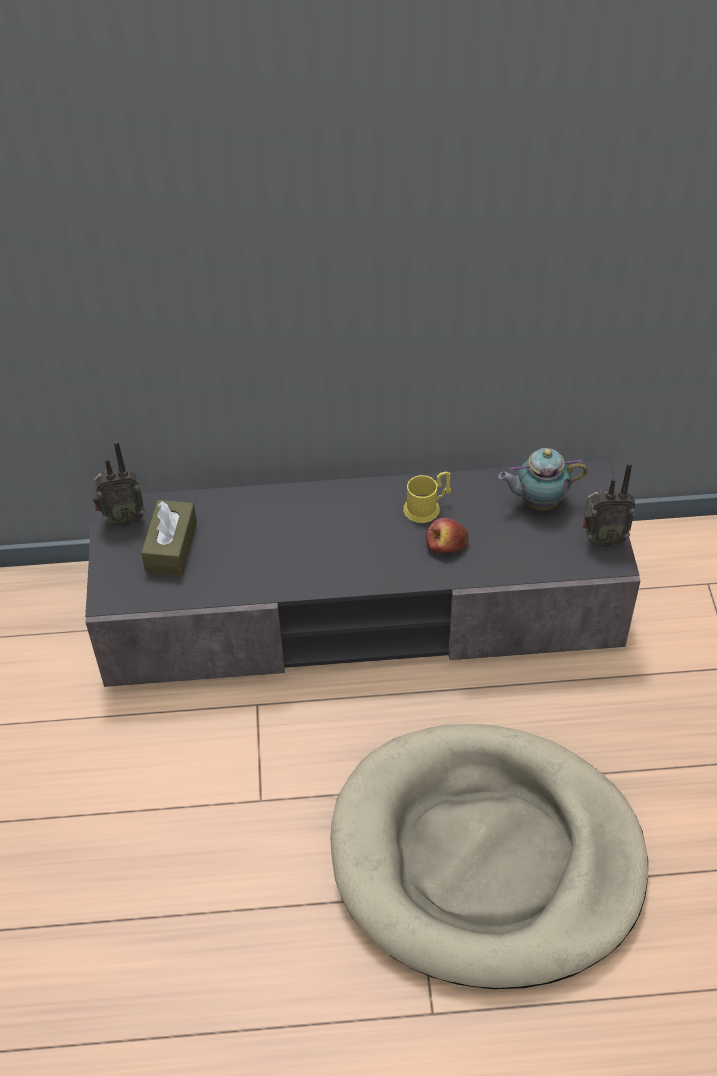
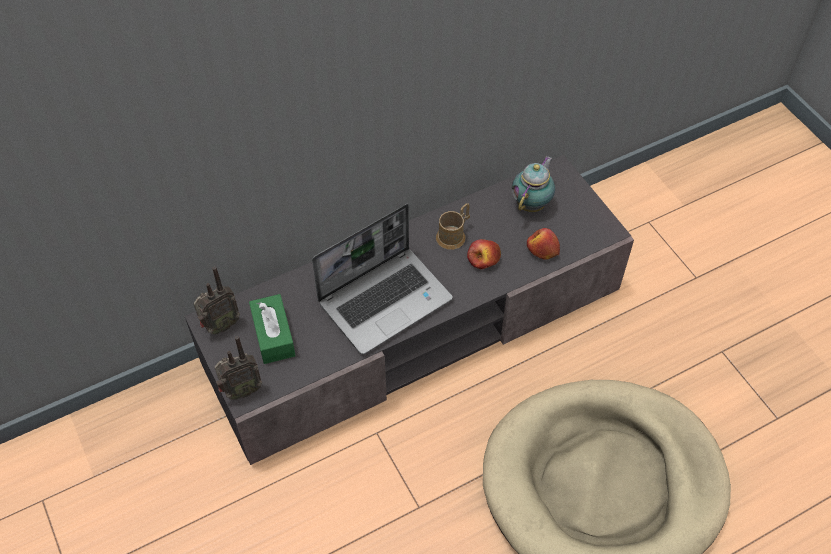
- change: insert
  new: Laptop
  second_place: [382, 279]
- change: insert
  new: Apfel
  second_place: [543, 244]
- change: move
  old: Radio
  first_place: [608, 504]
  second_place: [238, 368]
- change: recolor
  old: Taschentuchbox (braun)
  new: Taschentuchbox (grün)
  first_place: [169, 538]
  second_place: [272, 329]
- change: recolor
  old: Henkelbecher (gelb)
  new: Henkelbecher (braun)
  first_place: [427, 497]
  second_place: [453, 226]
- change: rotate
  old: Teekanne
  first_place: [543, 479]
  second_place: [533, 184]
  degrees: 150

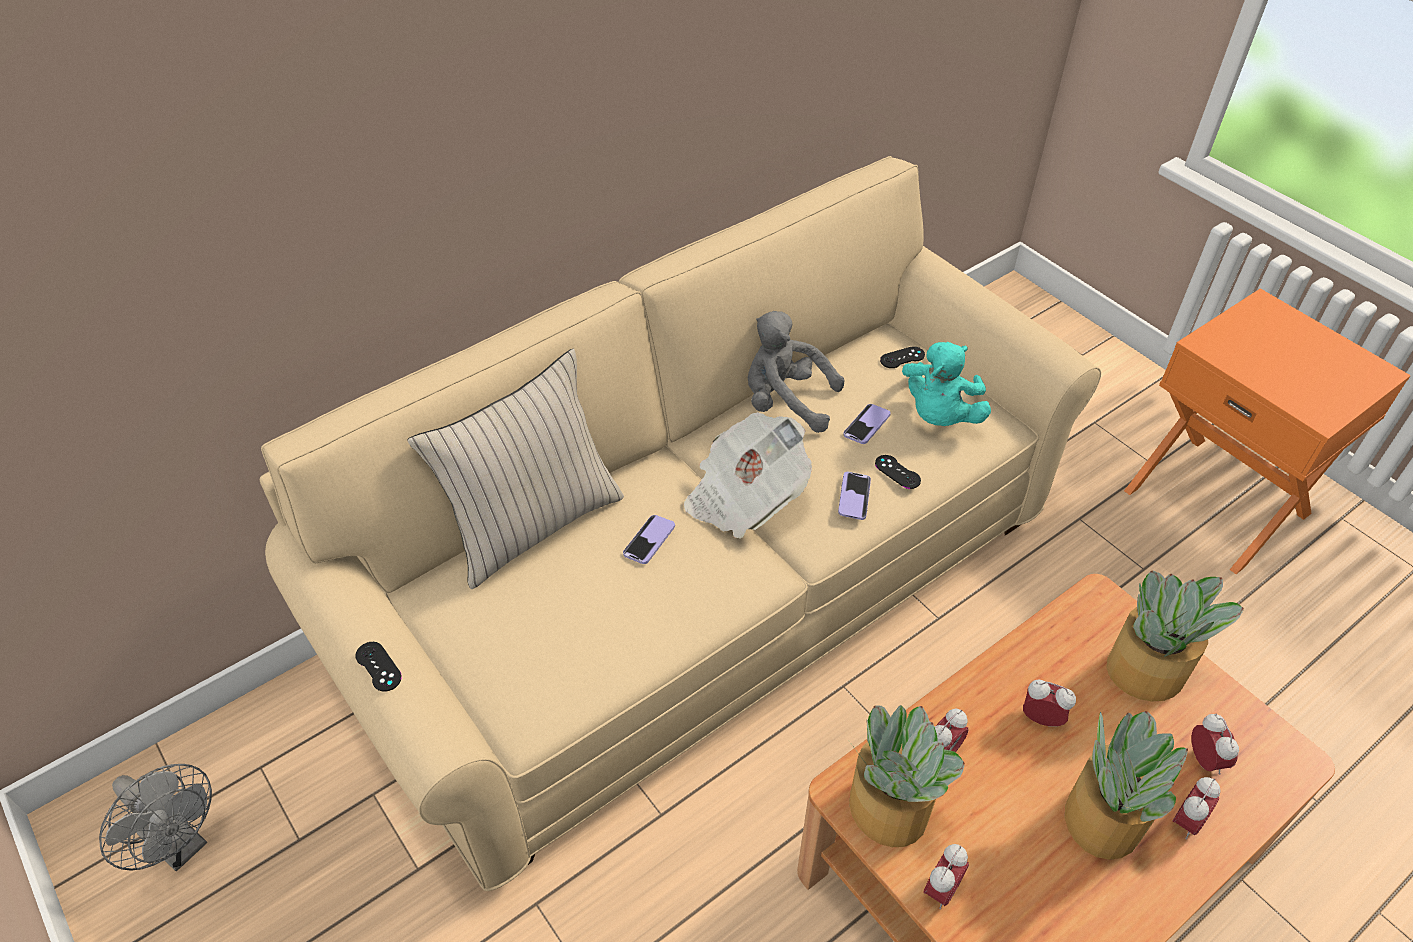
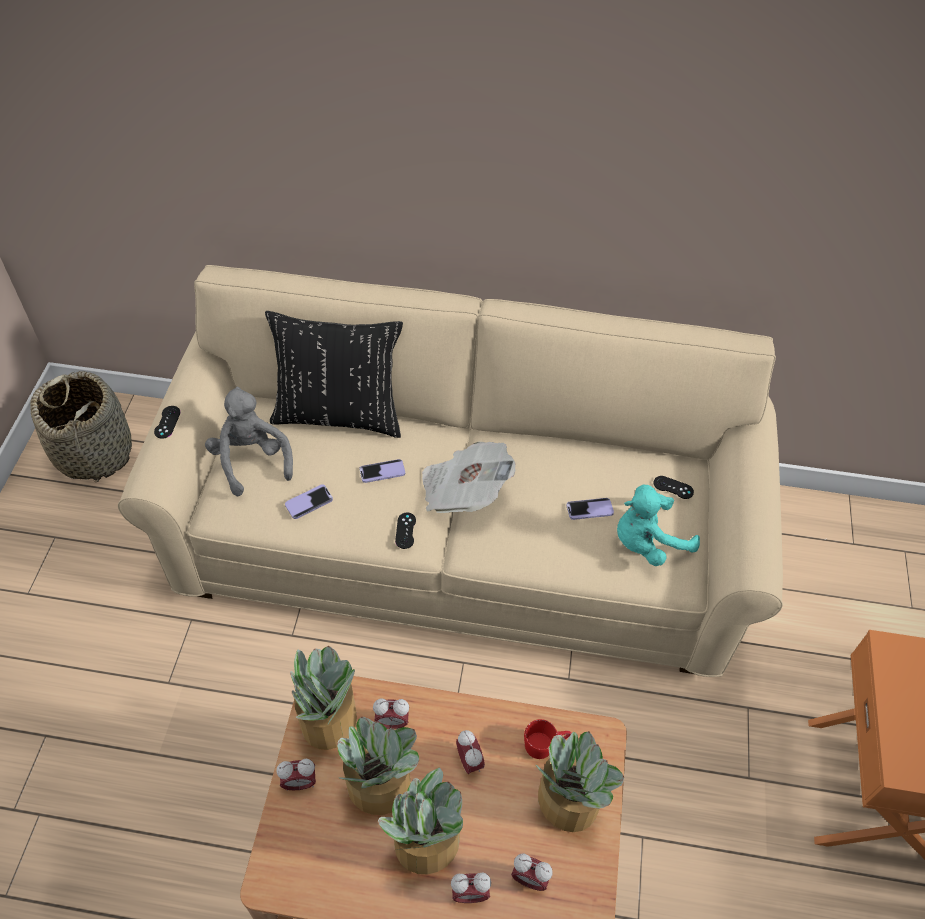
- change: insert
  new: Topfpflanze
  second_place: [378, 765]
- change: insert
  new: Henkelbecher (rot)
  second_place: [547, 739]
- change: move
  old: Plüschtier (grau)
  first_place: [796, 372]
  second_place: [249, 441]
- change: move
  old: Handy
  first_place: [854, 495]
  second_place: [309, 501]
- change: move
  old: Gamepad (schwarz)
  first_place: [898, 472]
  second_place: [405, 531]
- change: replace
  old: Ventilator (grau)
  new: Korb
  first_place: [155, 817]
  second_place: [81, 426]
- change: recolor
  old: Kissen (beige)
  new: Kissen (schwarz)
  first_place: [515, 469]
  second_place: [334, 374]
- change: rotate
  old: Wecker
  first_place: [1215, 743]
  second_place: [532, 872]
  degrees: 75

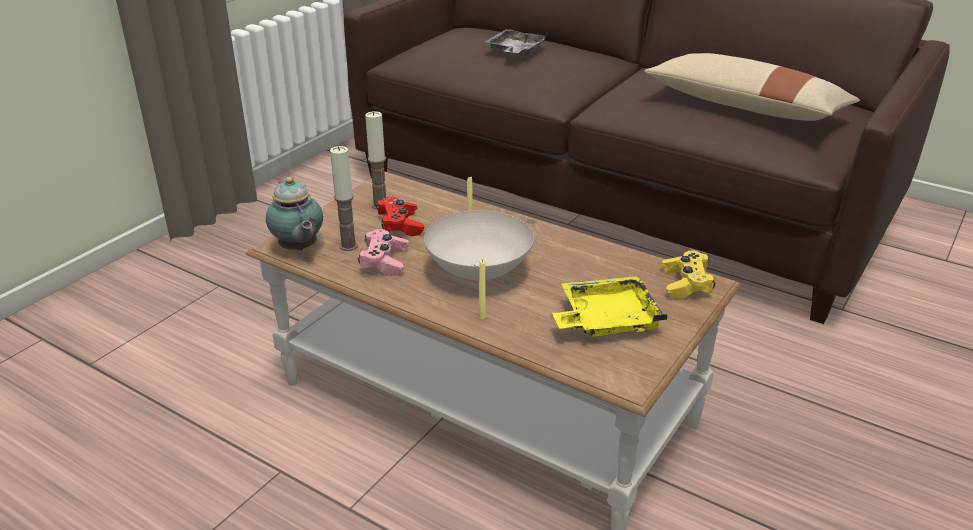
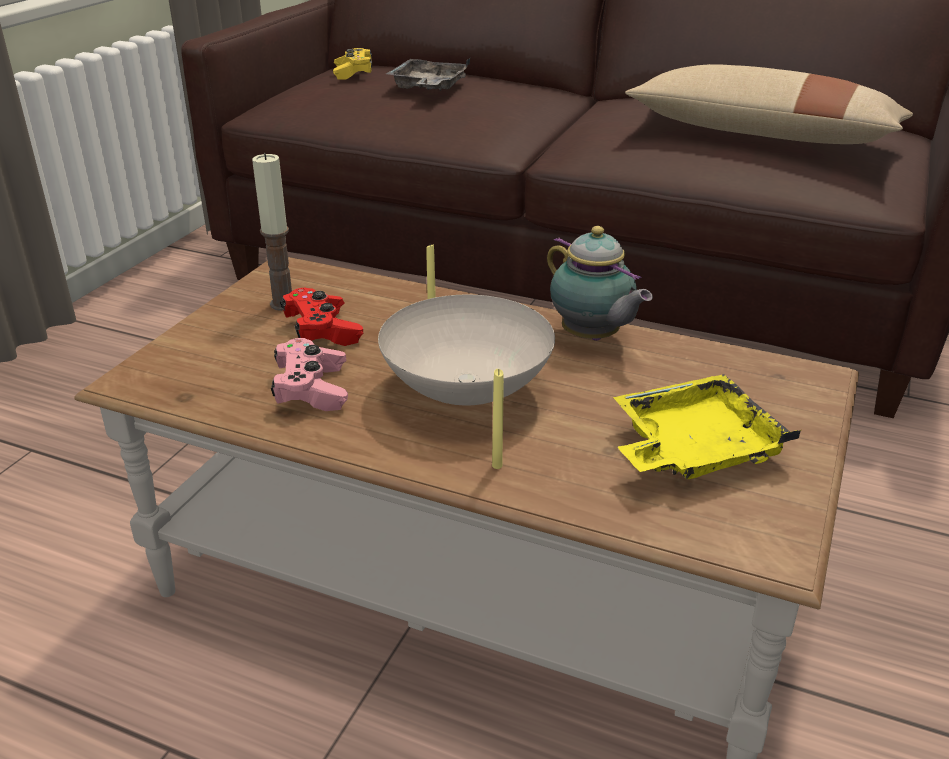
- change: delete
  old: Kerze
  first_place: [344, 198]
- change: move
  old: Teekanne
  first_place: [294, 214]
  second_place: [600, 283]
- change: move
  old: Gamepad (gelb)
  first_place: [688, 275]
  second_place: [353, 64]

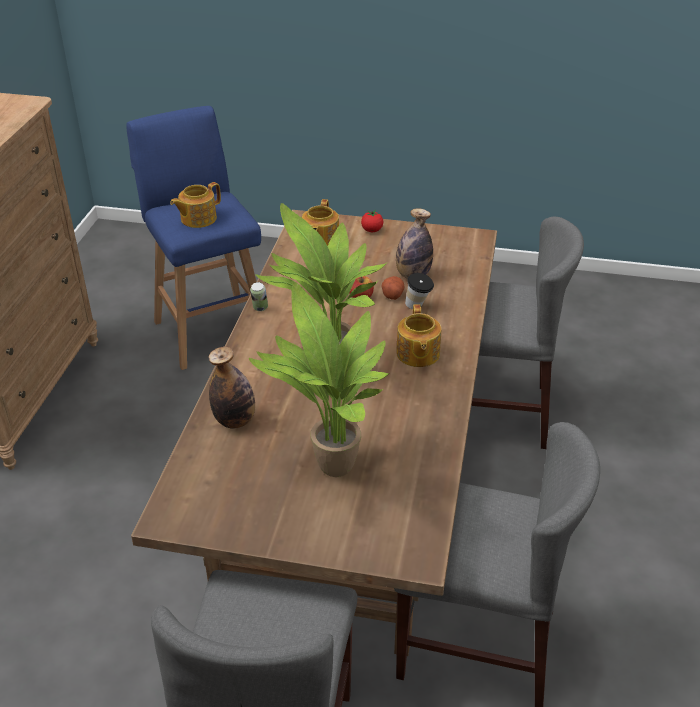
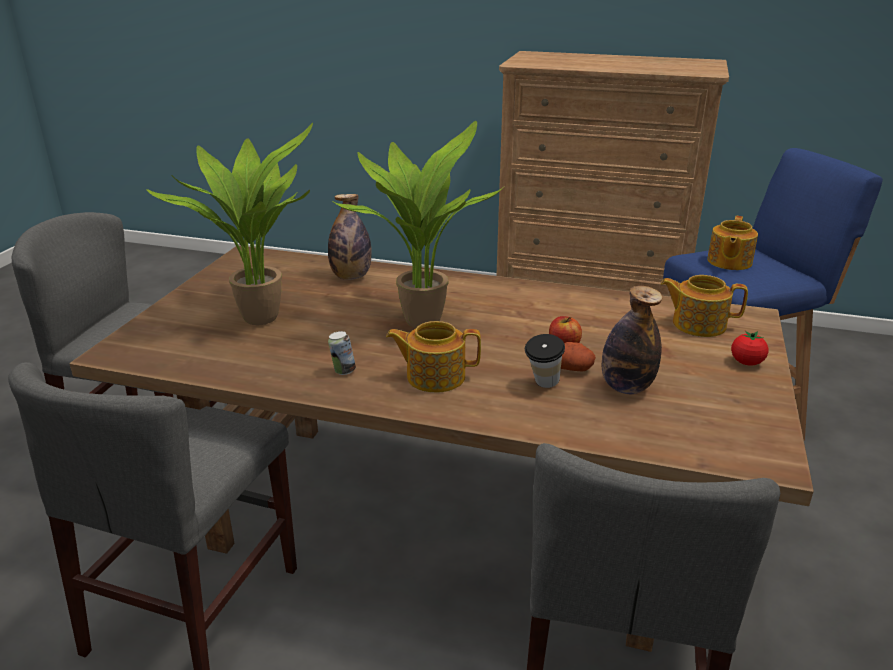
- change: move
  old: Dose
  first_place: [259, 296]
  second_place: [342, 353]
- change: rotate
  old: Teekanne
  first_place: [195, 205]
  second_place: [732, 243]
  degrees: -120

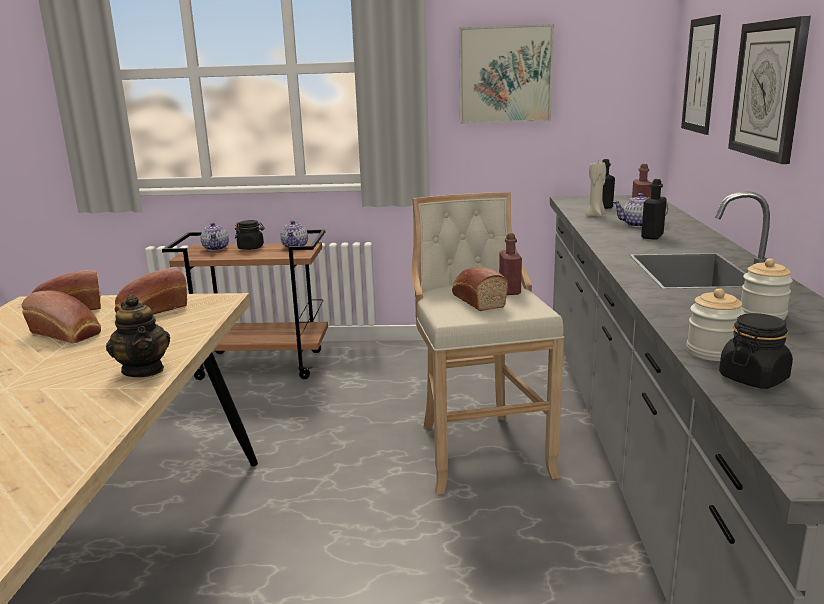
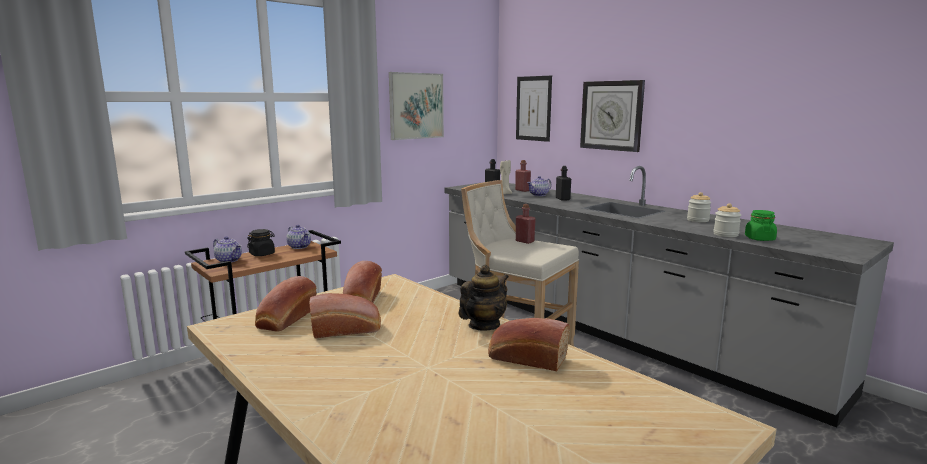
- change: move
  old: Brot
  first_place: [480, 289]
  second_place: [529, 344]
- change: recolor
  old: Vorratsglas (schwarz)
  new: Vorratsglas (grün)
  first_place: [756, 351]
  second_place: [761, 225]
- change: rotate
  old: Teekanne
  first_place: [138, 336]
  second_place: [484, 298]
  degrees: -60

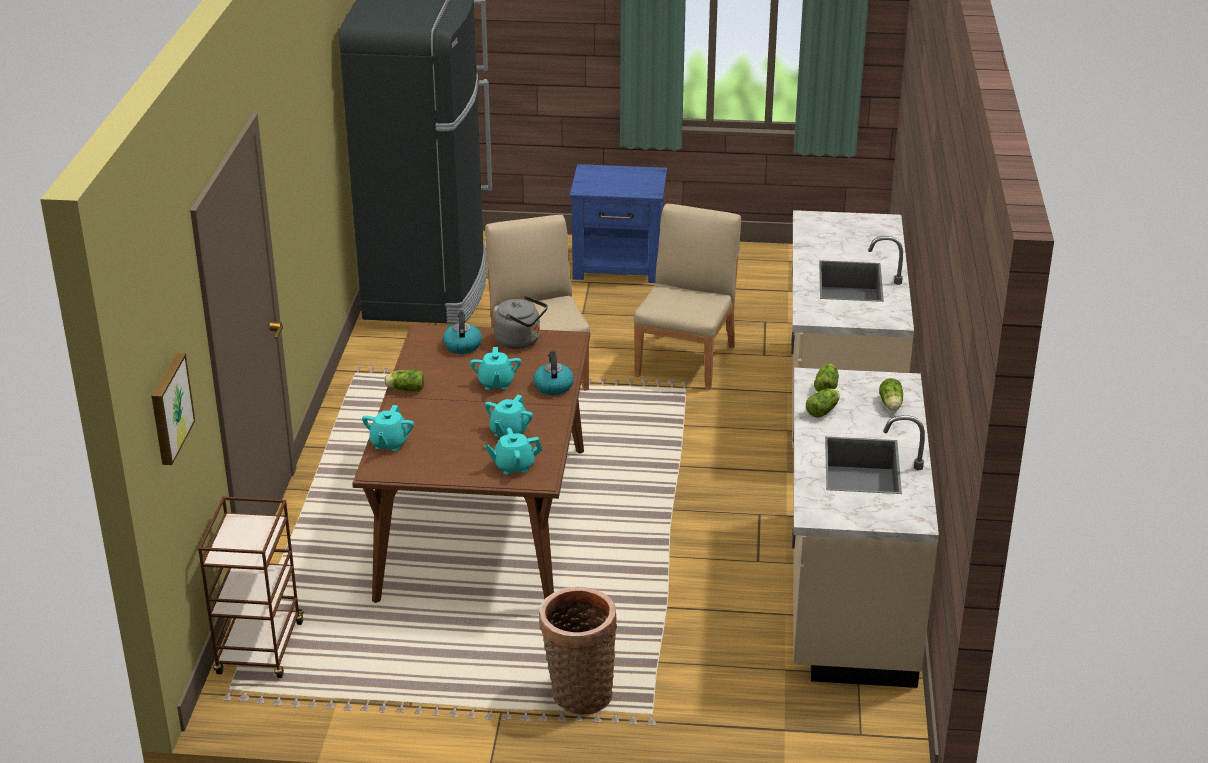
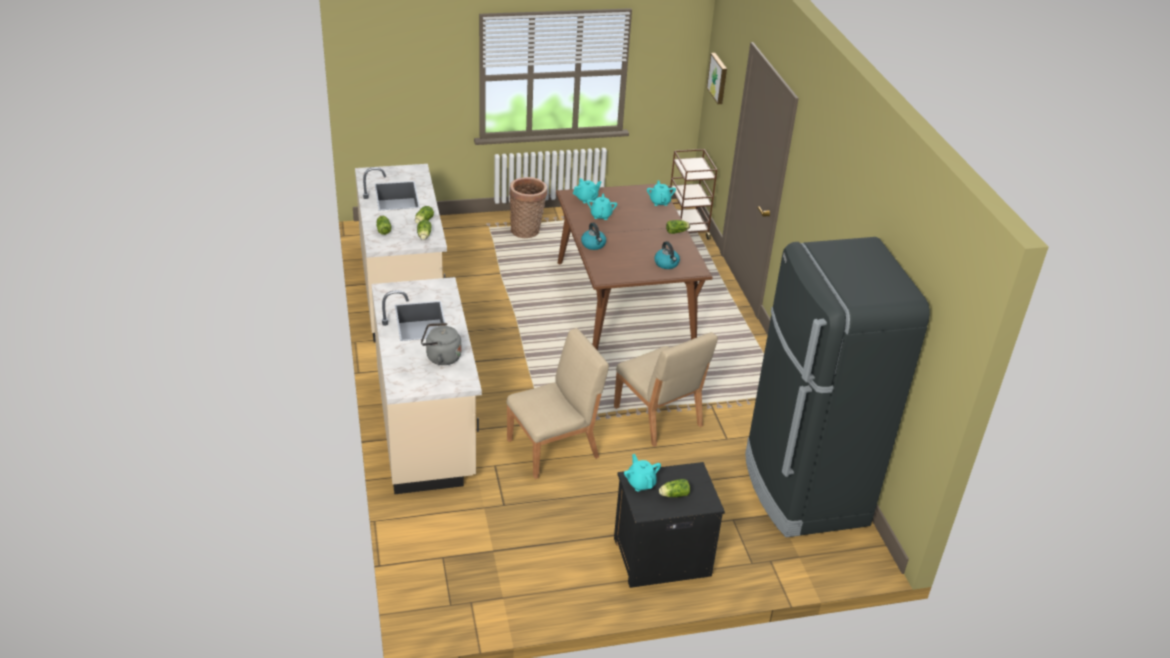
- change: insert
  new: Salatkopf
  second_place: [674, 488]
- change: move
  old: Teekanne (türkis)
  first_place: [495, 368]
  second_place: [642, 472]
- change: move
  old: Wasserkessel (grau)
  first_place: [521, 322]
  second_place: [441, 344]
- change: recolor
  old: Nachttisch (blau)
  new: Nachttisch (schwarz)
  first_place: [618, 223]
  second_place: [669, 525]
- change: rotate
  old: Stuhl (beige)
  first_place: [687, 297]
  second_place: [557, 403]
  degrees: -120

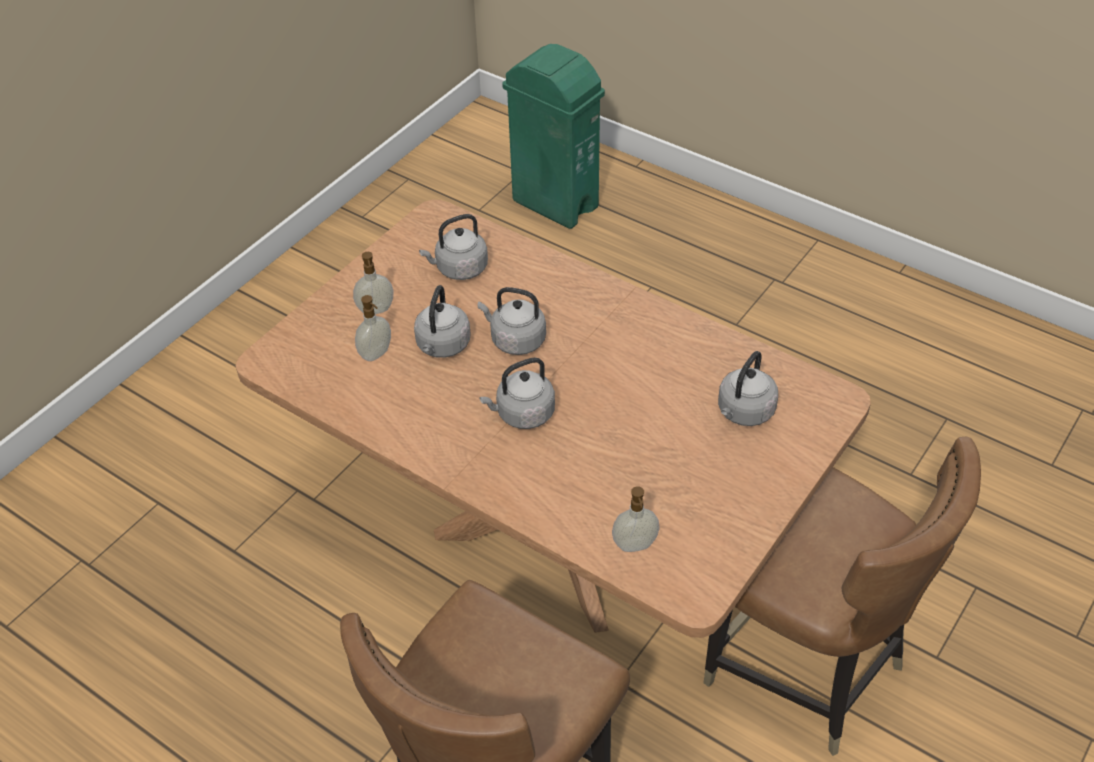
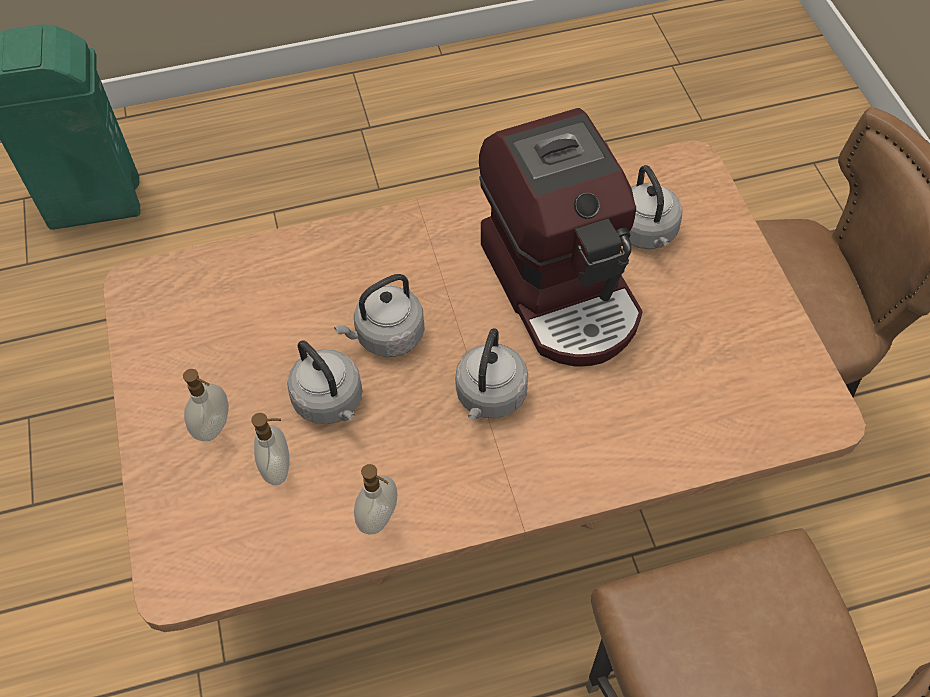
- change: delete
  old: Wasserkessel (grau)
  first_place: [453, 247]
- change: insert
  new: Kaffeemaschine
  second_place: [561, 237]
- change: move
  old: Seifenspender
  first_place: [636, 519]
  second_place: [375, 499]

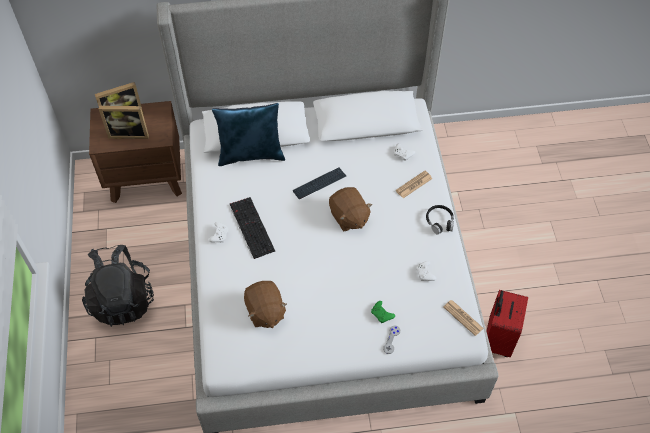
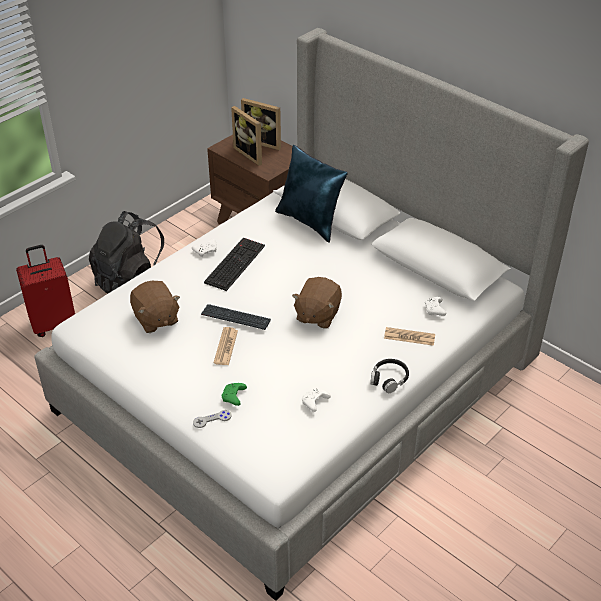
- change: move
  old: Tastatur
  first_place: [319, 183]
  second_place: [236, 317]
- change: move
  old: Zeitung
  first_place: [463, 318]
  second_place: [226, 346]
- change: move
  old: Koffer (rot)
  first_place: [507, 323]
  second_place: [45, 291]
- change: rotate
  old: Plüschtier (braun)
  first_place: [265, 304]
  second_place: [155, 307]
  degrees: -60

